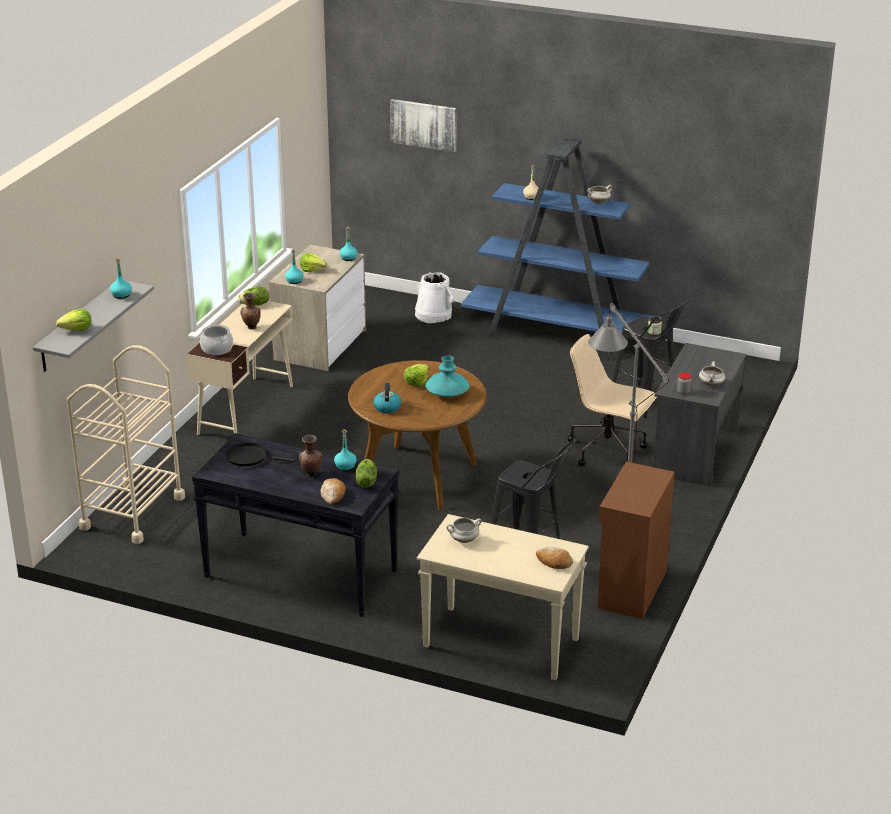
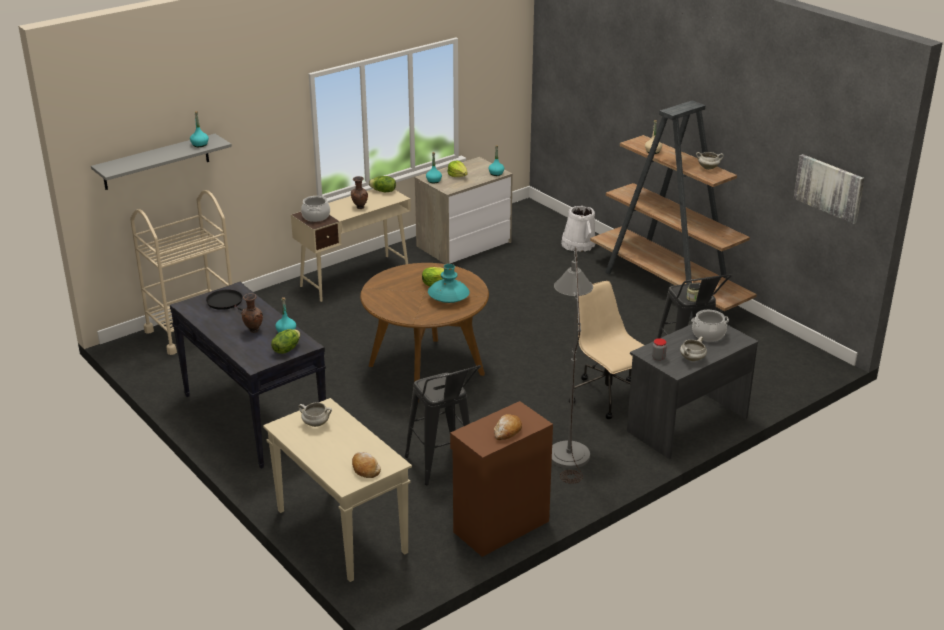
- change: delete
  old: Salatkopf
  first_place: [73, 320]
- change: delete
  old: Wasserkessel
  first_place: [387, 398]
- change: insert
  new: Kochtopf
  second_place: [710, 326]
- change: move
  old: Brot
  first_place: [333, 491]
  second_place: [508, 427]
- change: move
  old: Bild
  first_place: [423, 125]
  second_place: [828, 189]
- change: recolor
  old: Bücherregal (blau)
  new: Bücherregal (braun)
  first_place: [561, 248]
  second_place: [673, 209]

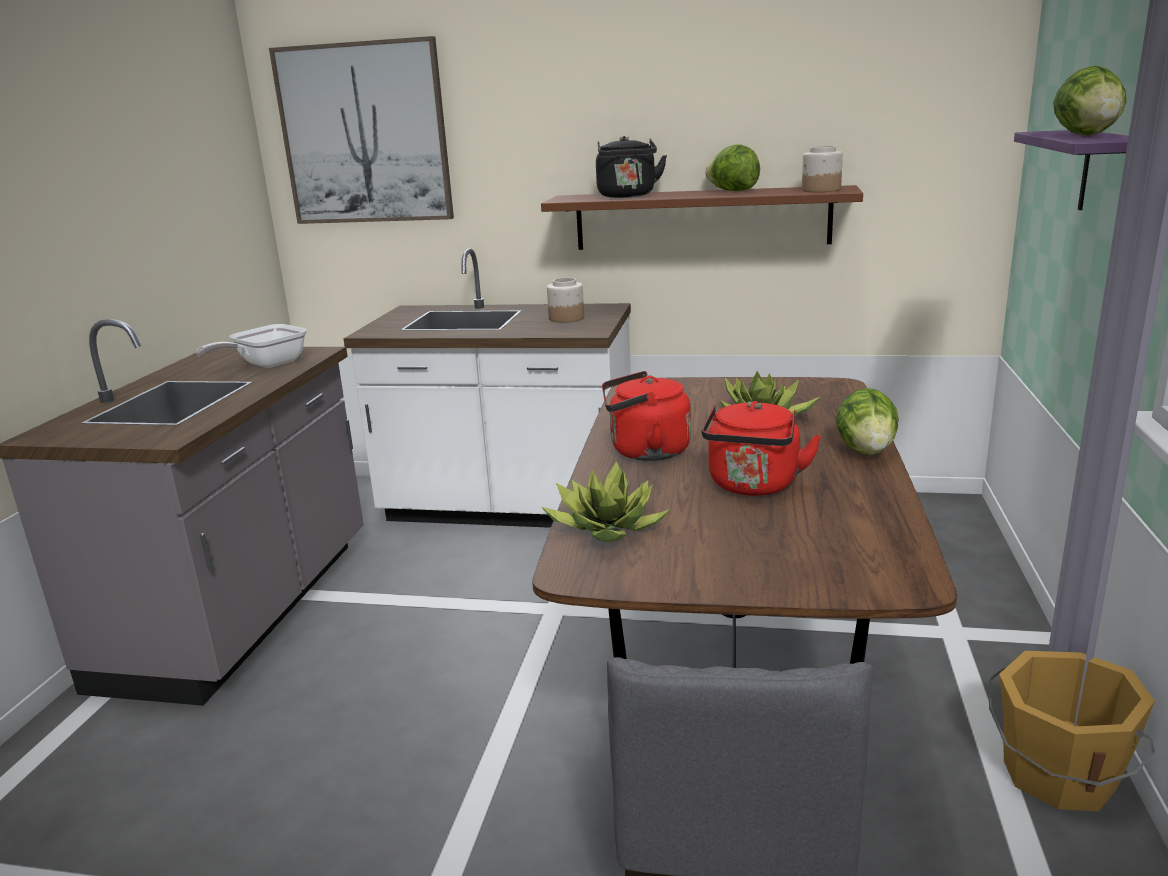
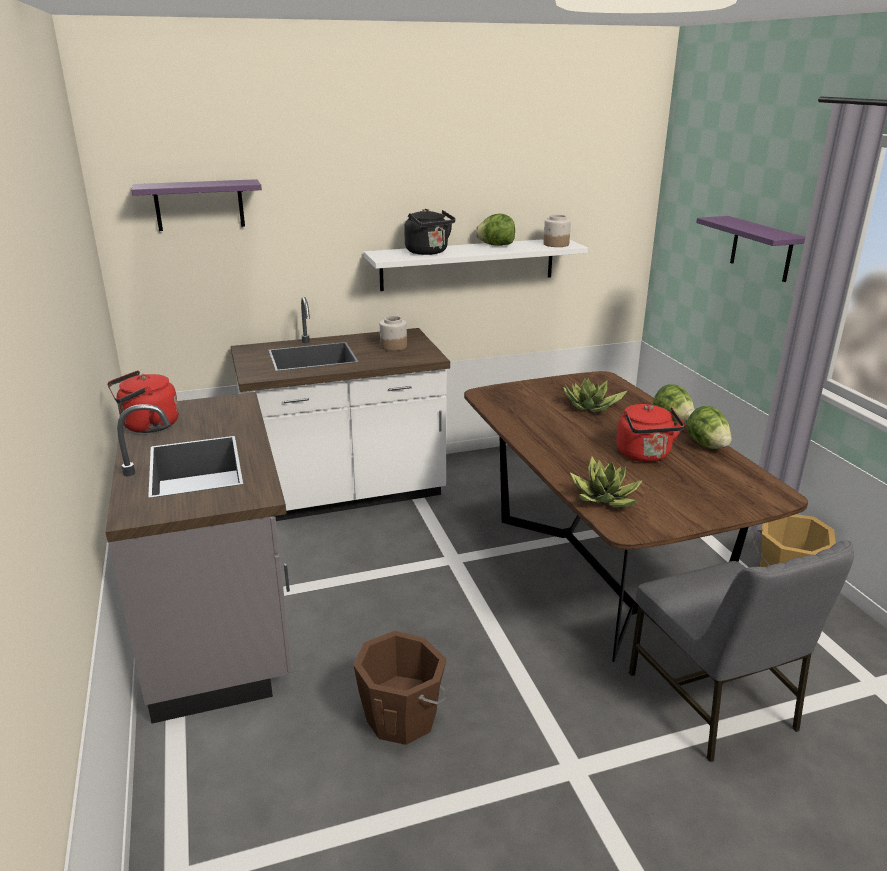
- change: delete
  old: Pfanne
  first_place: [251, 346]
- change: insert
  new: Eimer (braun)
  second_place: [400, 688]
- change: move
  old: Wasserkessel (rot)
  first_place: [646, 416]
  second_place: [143, 402]
- change: move
  old: Salatkopf
  first_place: [1089, 100]
  second_place: [709, 427]
- change: replace
  old: Bild
  new: Wandregal (lila)
  first_place: [361, 130]
  second_place: [196, 205]
- change: recolor
  old: Wandregal (braun)
  new: Wandregal (weiß)
  first_place: [702, 217]
  second_place: [476, 265]

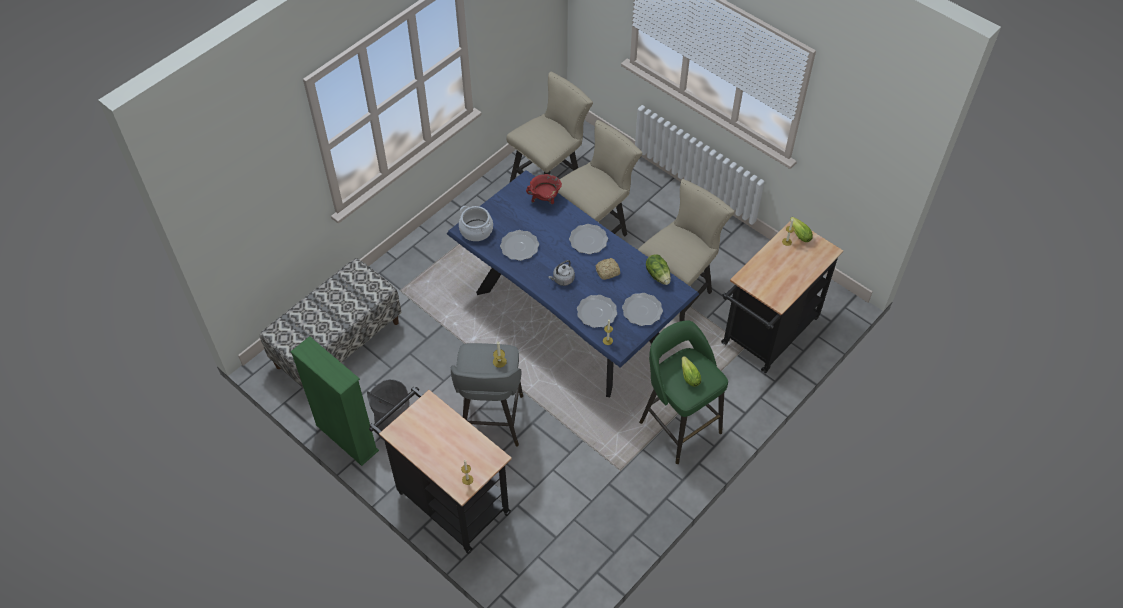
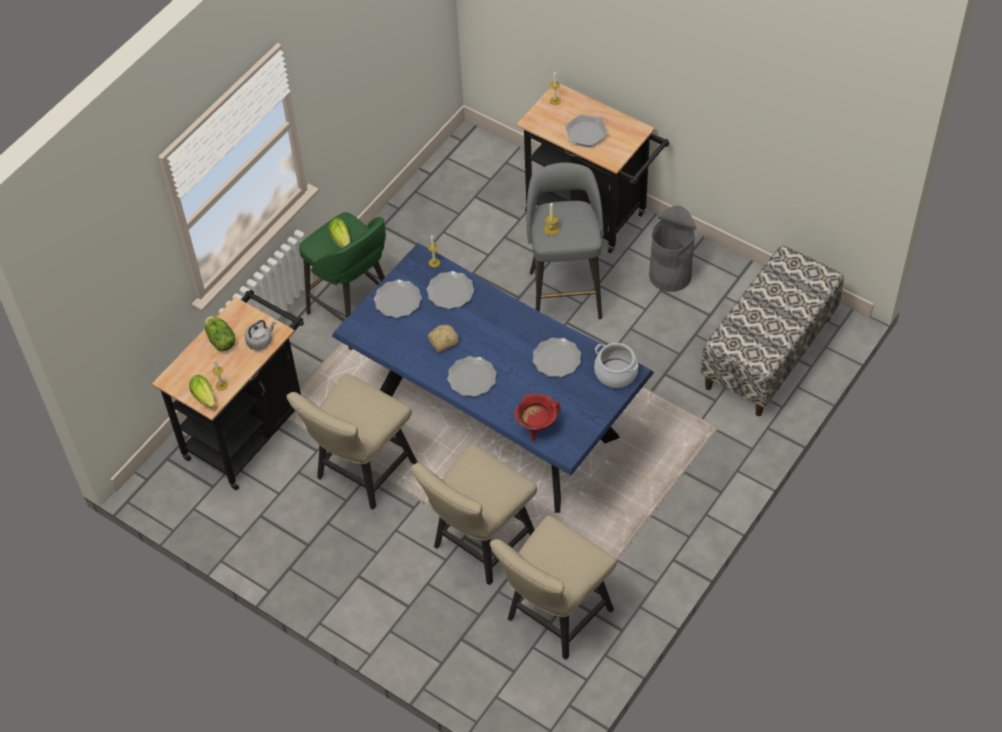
- change: delete
  old: Bücherregal (grün)
  first_place: [334, 401]
- change: insert
  new: Pfanne
  second_place: [586, 131]
- change: move
  old: Wasserkessel (grau)
  first_place: [561, 273]
  second_place: [260, 335]
- change: move
  old: Salatkopf
  first_place: [658, 269]
  second_place: [220, 333]

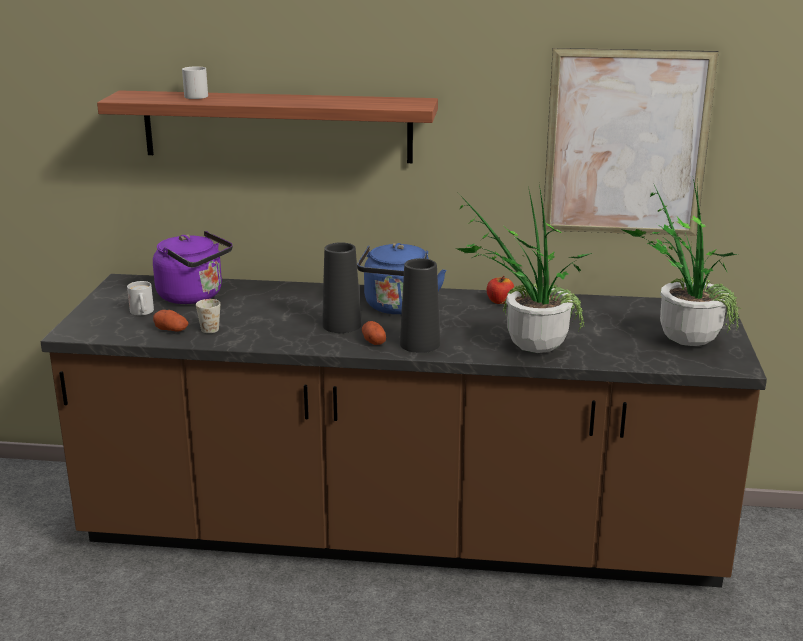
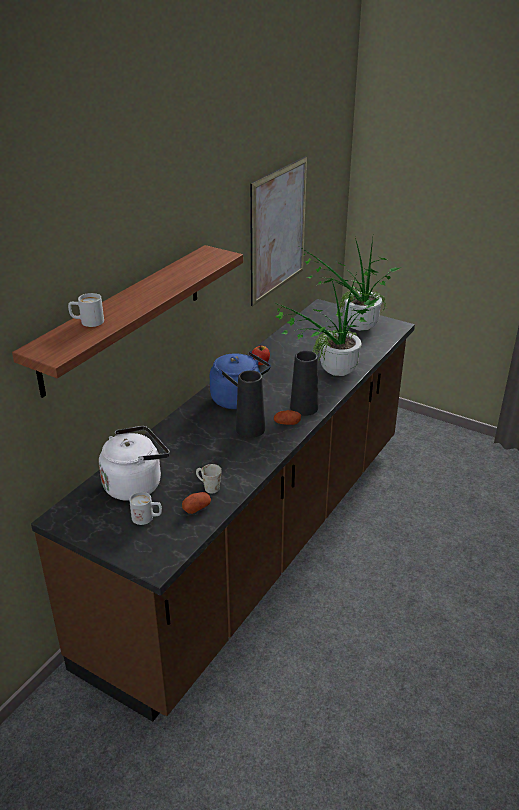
- change: recolor
  old: Wasserkessel (lila)
  new: Wasserkessel (weiß)
  first_place: [193, 267]
  second_place: [134, 463]

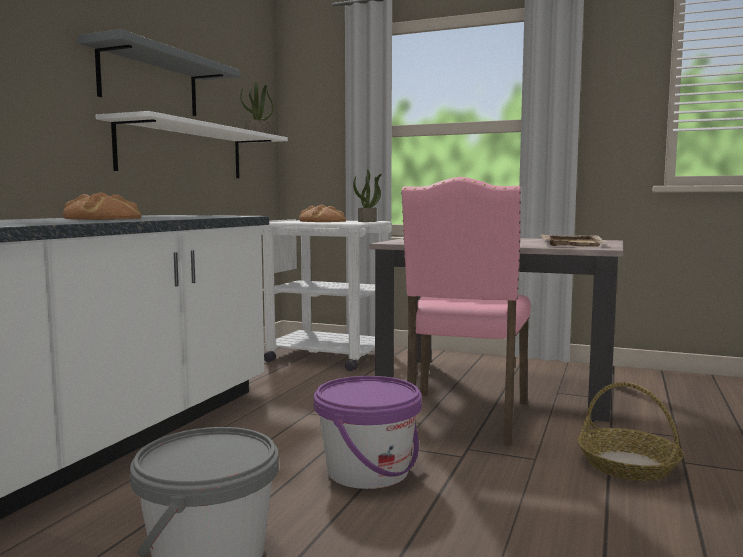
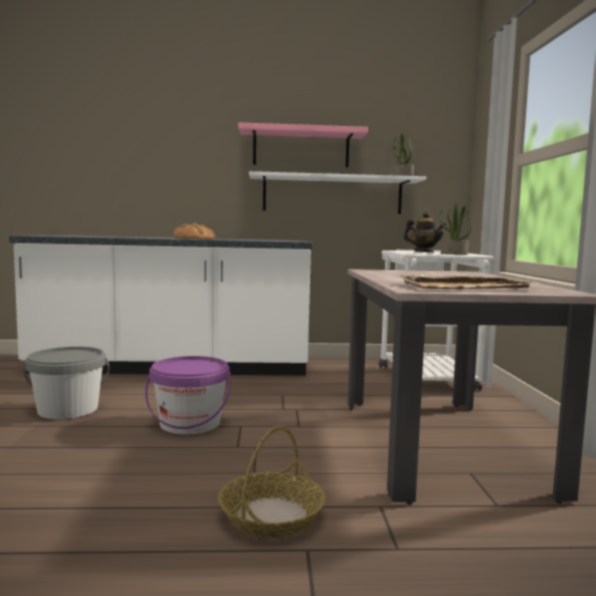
- change: delete
  old: Stuhl (rosa)
  first_place: [466, 311]
- change: replace
  old: Brot
  new: Teekanne
  first_place: [322, 213]
  second_place: [425, 232]
- change: recolor
  old: Wandregal (grau)
  new: Wandregal (rosa)
  first_place: [159, 72]
  second_place: [303, 145]

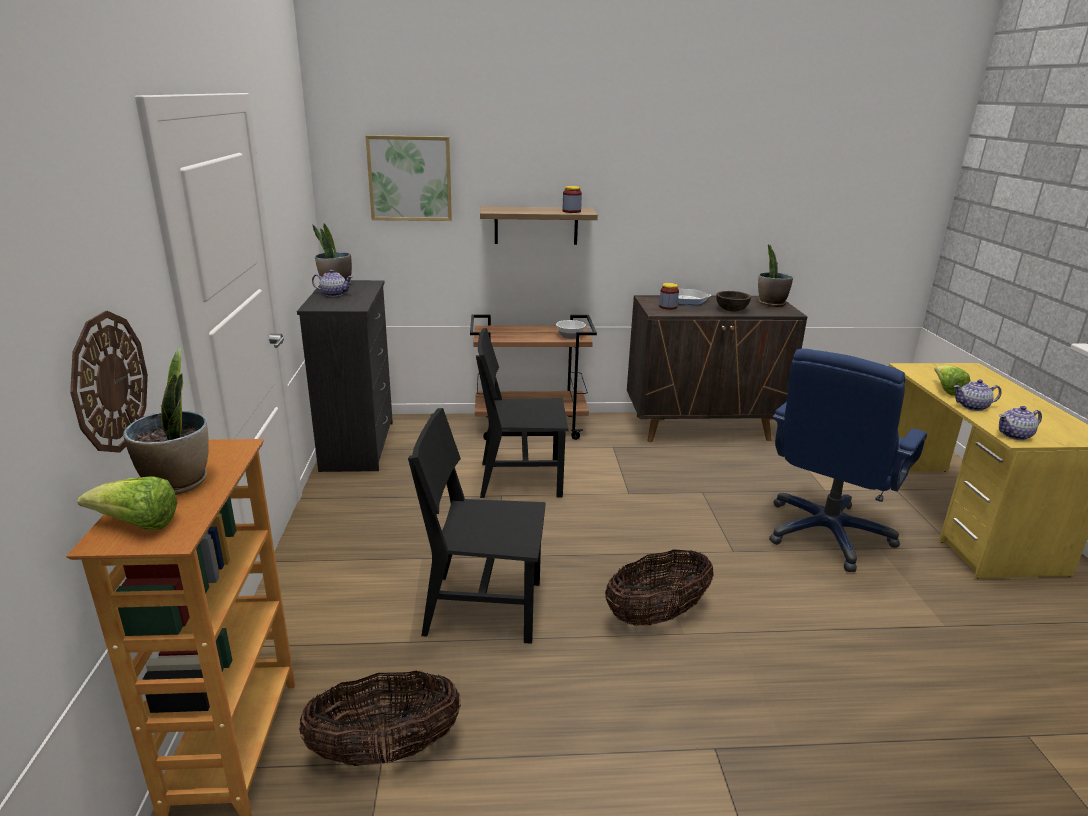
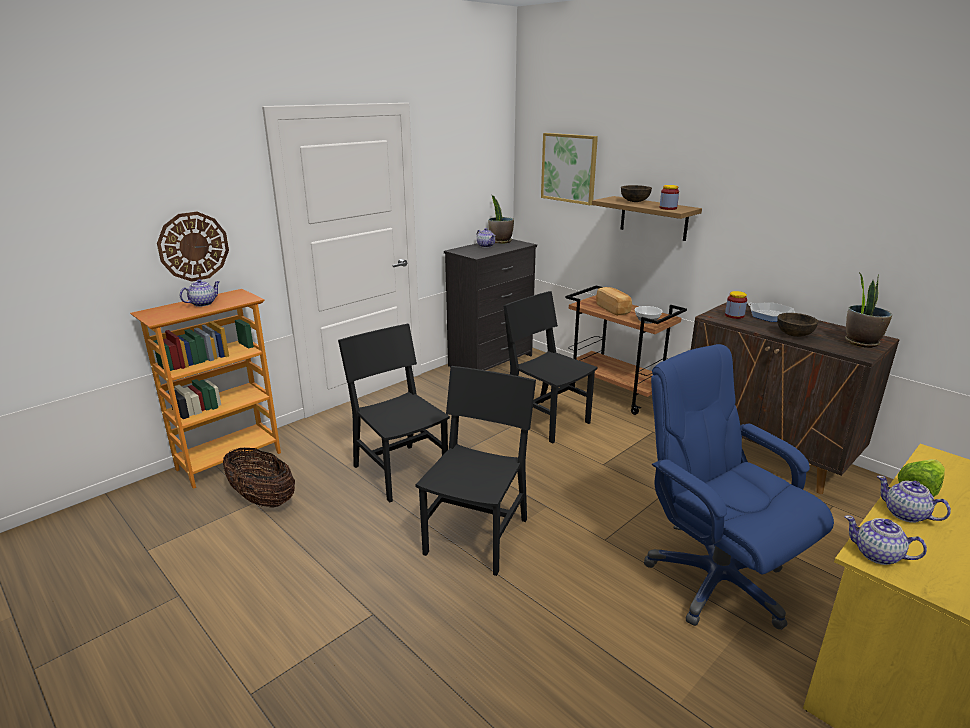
- change: delete
  old: Salatkopf
  first_place: [127, 503]
- change: insert
  new: Brot
  second_place: [614, 301]
- change: insert
  new: Schüssel (braun)
  second_place: [636, 193]
- change: replace
  old: Topfpflanze
  new: Teekanne
  first_place: [166, 421]
  second_place: [200, 293]
- change: replace
  old: Korb
  new: Stuhl (schwarz)
  first_place: [659, 587]
  second_place: [475, 471]
- change: rotate
  old: Bürostuhl (blau)
  first_place: [848, 460]
  second_place: [739, 487]
  degrees: 60

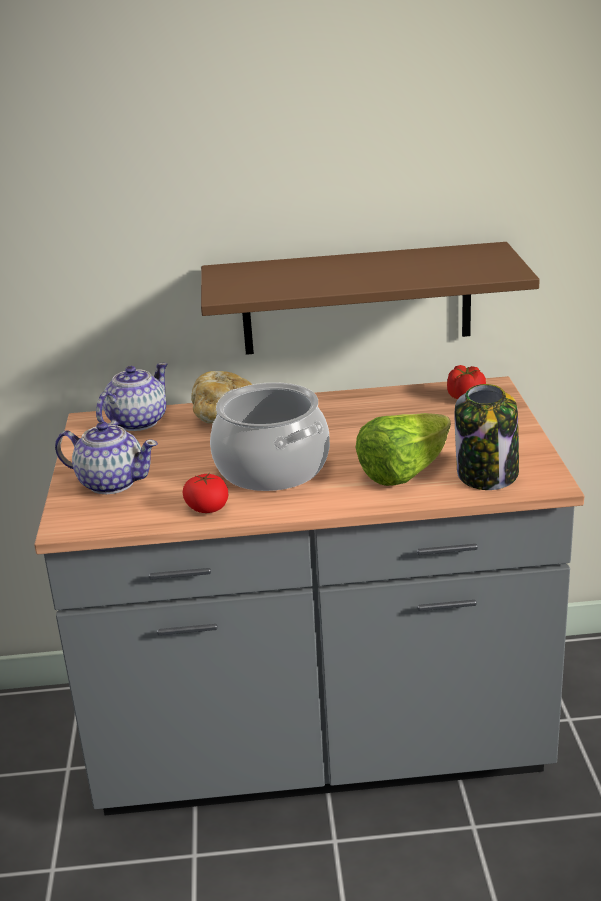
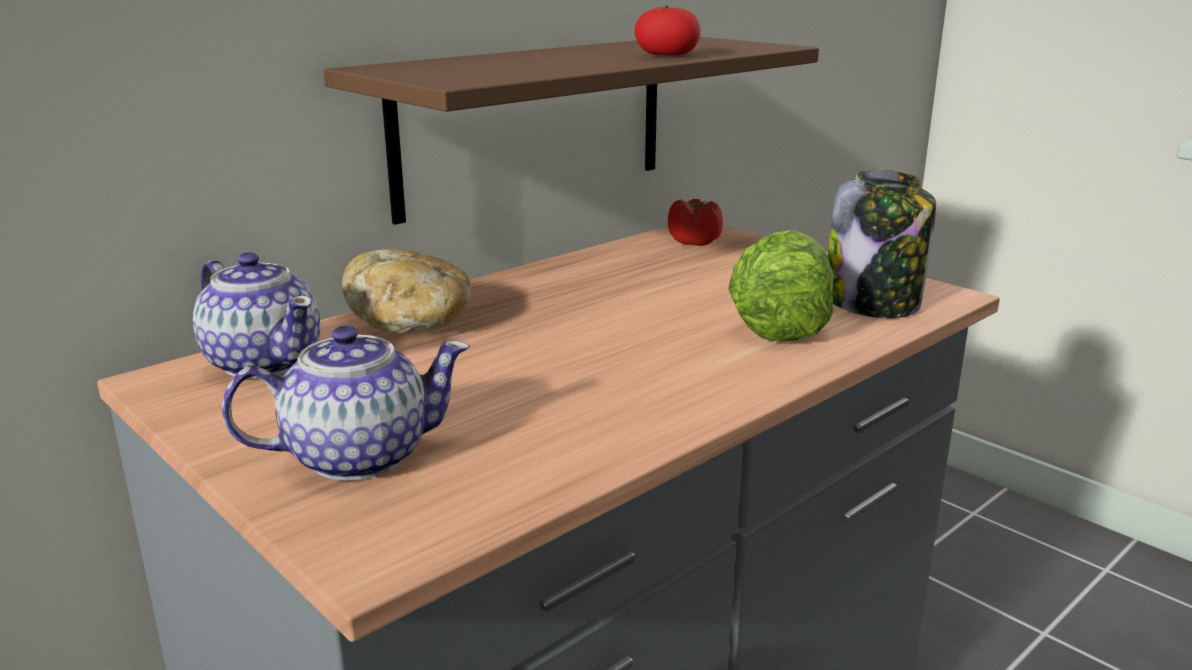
- change: delete
  old: Kochtopf
  first_place: [270, 436]
- change: move
  old: Tomate
  first_place: [205, 493]
  second_place: [667, 31]
- change: rotate
  old: Teekanne
  first_place: [132, 397]
  second_place: [256, 315]
  degrees: 135

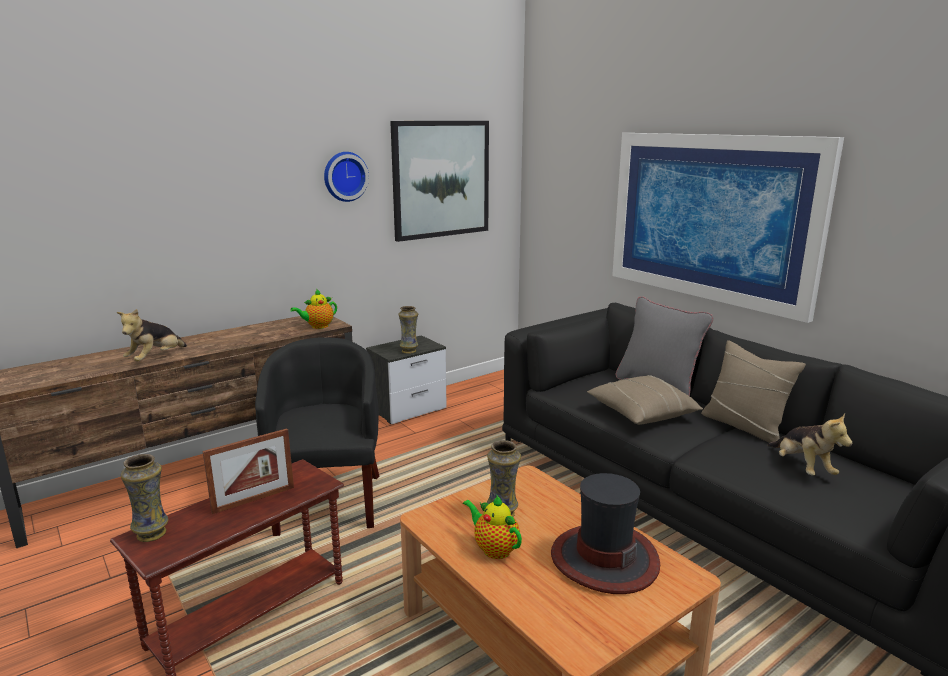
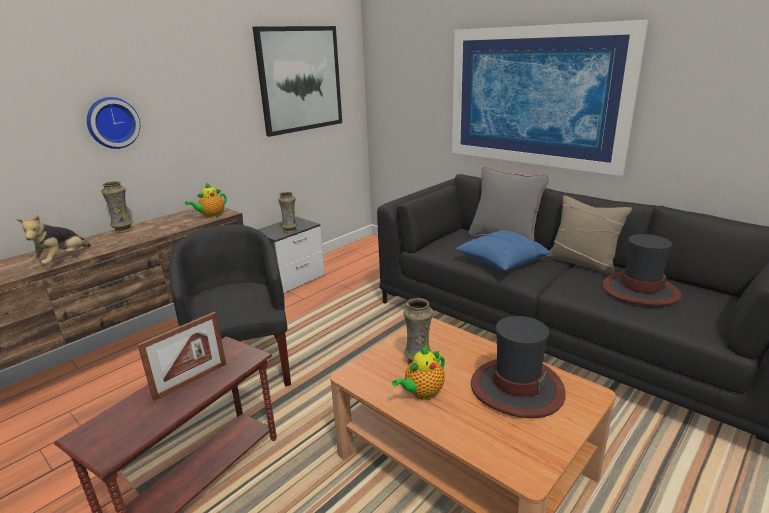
- change: move
  old: Vase
  first_place: [144, 498]
  second_place: [116, 207]
- change: move
  old: Wanduhr
  first_place: [346, 177]
  second_place: [113, 123]
- change: replace
  old: Plüschtier
  new: Hut
  first_place: [809, 444]
  second_place: [641, 269]
- change: recolor
  old: Kissen (beige)
  new: Kissen (blau)
  first_place: [645, 400]
  second_place: [503, 250]
- change: rotate
  old: Teekanne
  first_place: [492, 526]
  second_place: [418, 373]
  degrees: -75

